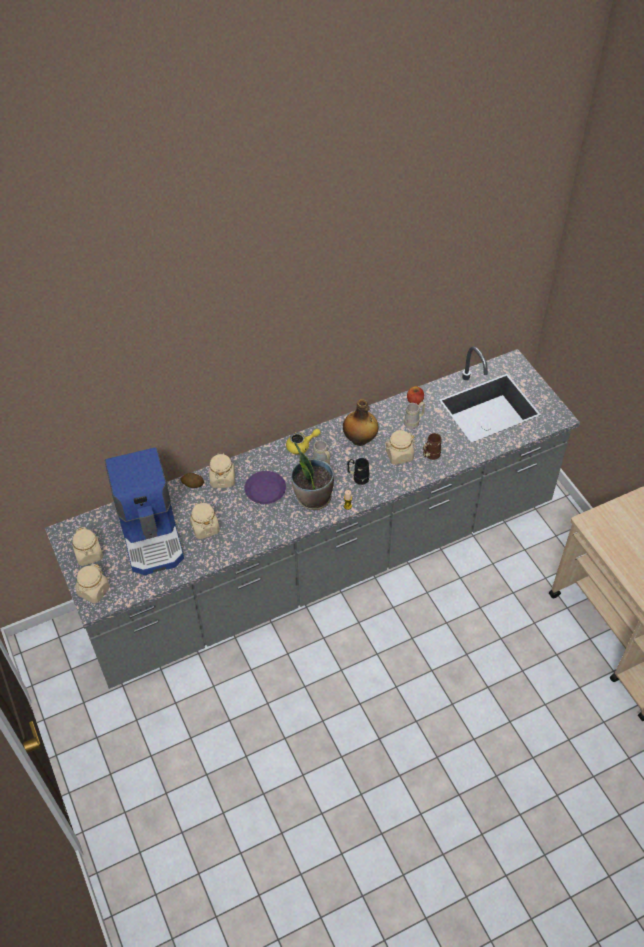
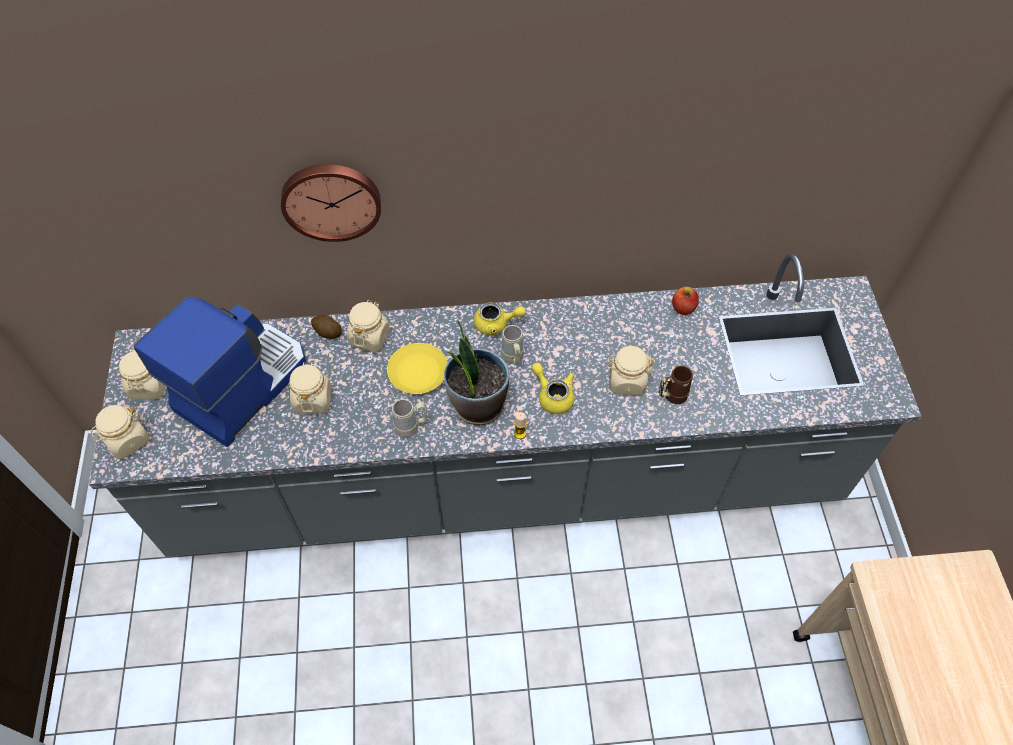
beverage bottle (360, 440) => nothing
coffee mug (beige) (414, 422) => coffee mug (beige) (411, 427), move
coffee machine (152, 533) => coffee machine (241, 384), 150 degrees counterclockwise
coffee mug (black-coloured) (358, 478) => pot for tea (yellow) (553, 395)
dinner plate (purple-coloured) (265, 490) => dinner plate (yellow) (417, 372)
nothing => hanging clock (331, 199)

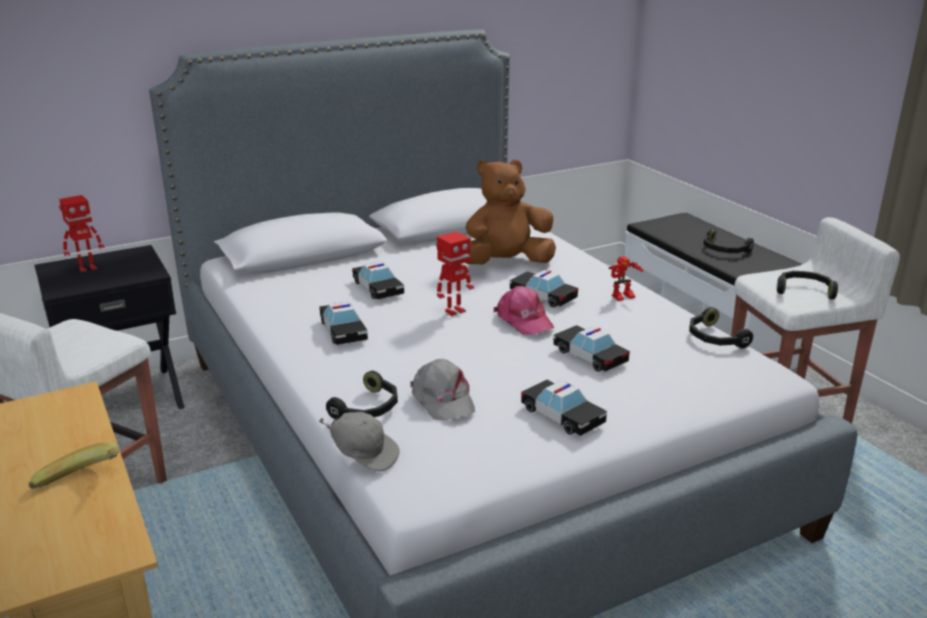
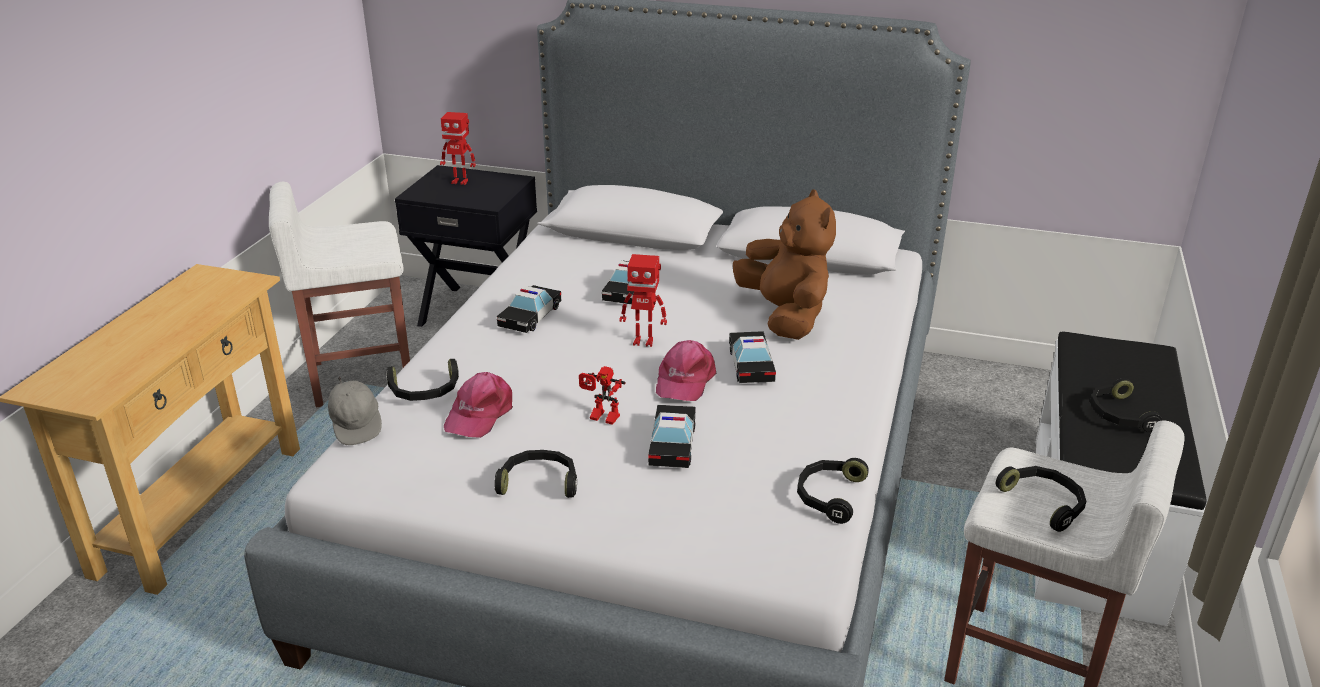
plush toy (brown-coloured) (506, 263) => plush toy (brown-coloured) (785, 316), 45 degrees clockwise
model robot (623, 298) => model robot (601, 418), move
peaked cap (gray) (442, 399) => peaked cap (pink-coloured) (479, 413)
toy car (562, 416) => headset (black-coloured) (539, 482)
banana (83, 484) => nothing

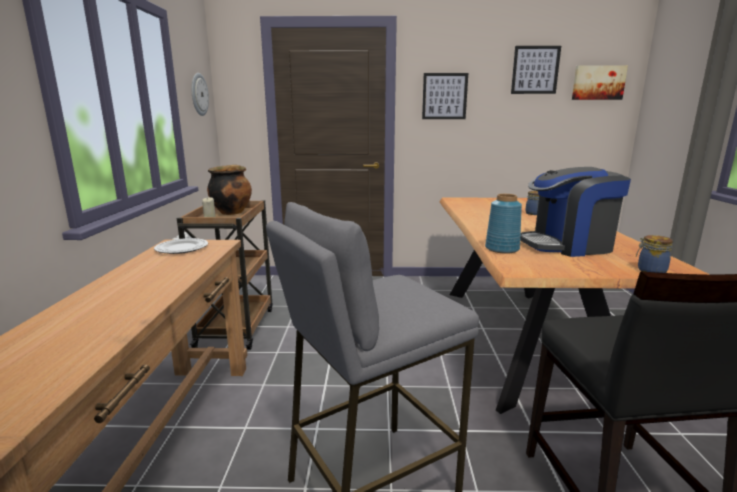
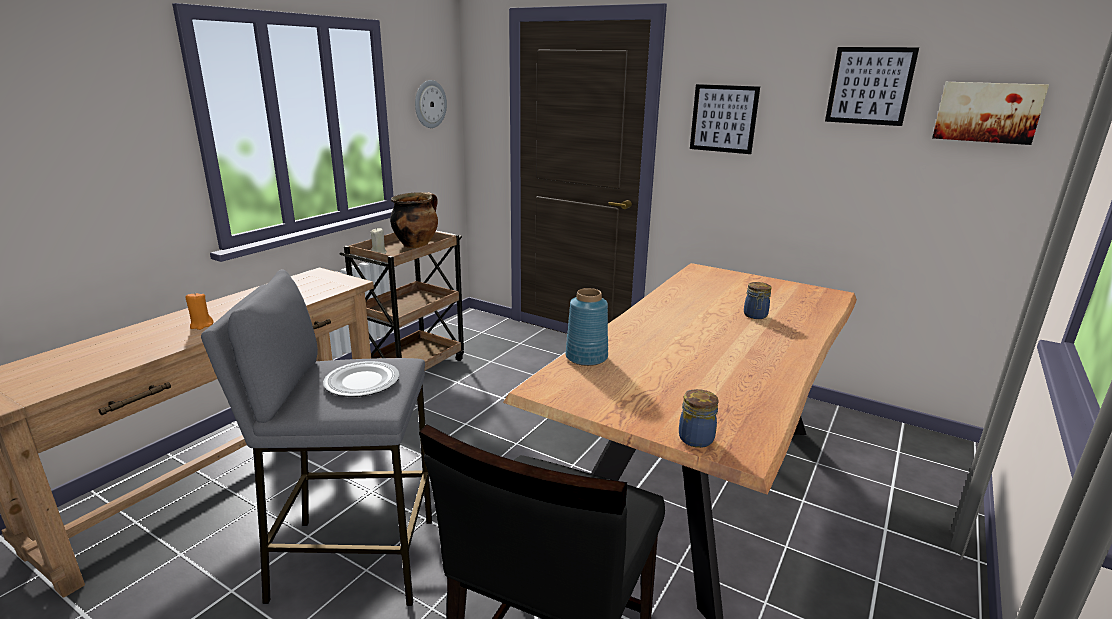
coffee machine (568, 245) => nothing
dinner plate (181, 248) => dinner plate (361, 382), move
nothing => candle (orange) (201, 325)

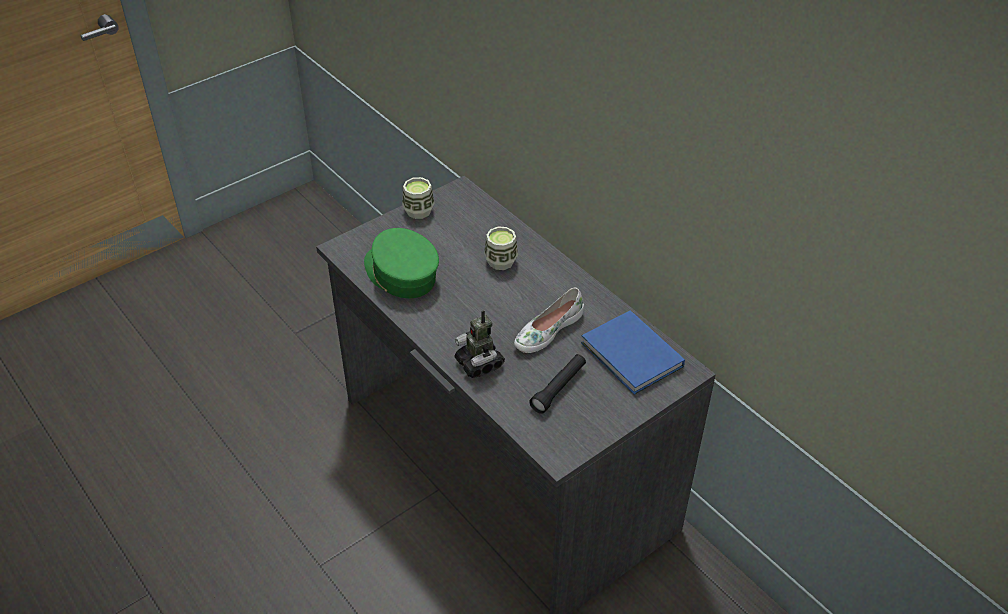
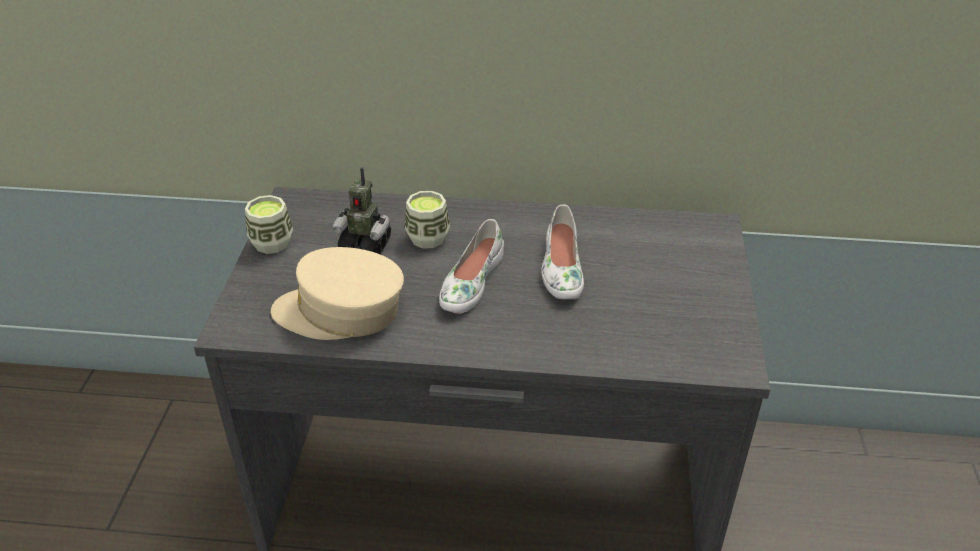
peaked cap (green-coloured) (401, 274) => peaked cap (beige) (341, 312)
model robot (479, 364) => model robot (365, 246), move
book (blue-coloured) (632, 357) => nothing
torch (black-coloured) (558, 388) => nothing
nothing => shoe (white) (470, 281)

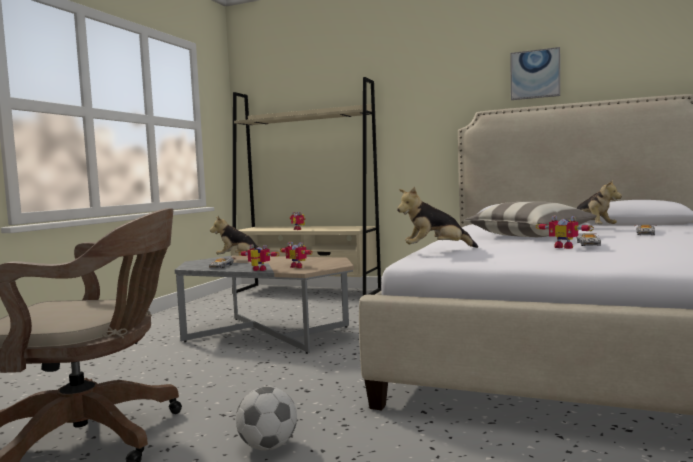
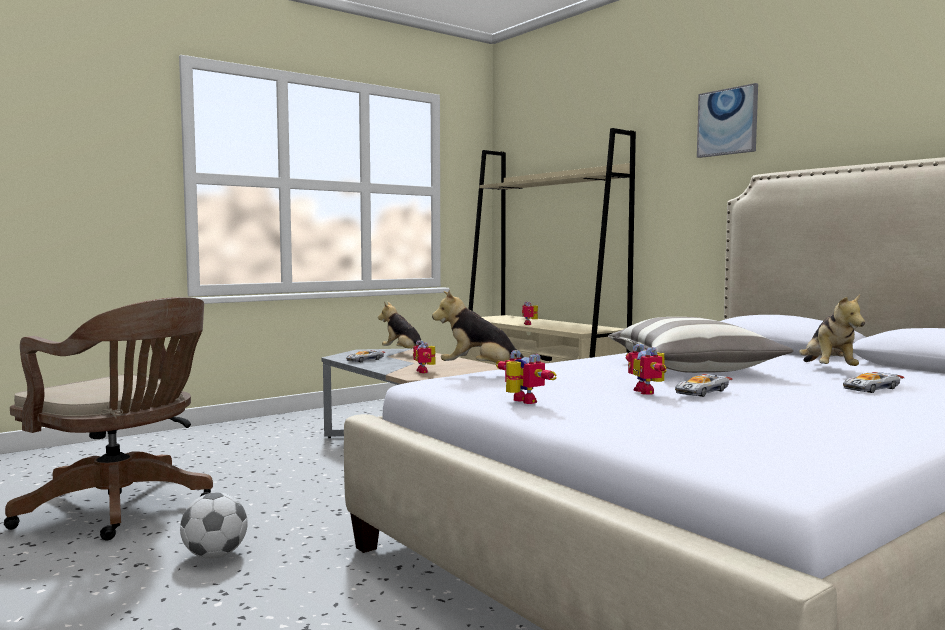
wall art (535, 74) => wall art (727, 122), move
model robot (258, 270) => model robot (520, 402), move

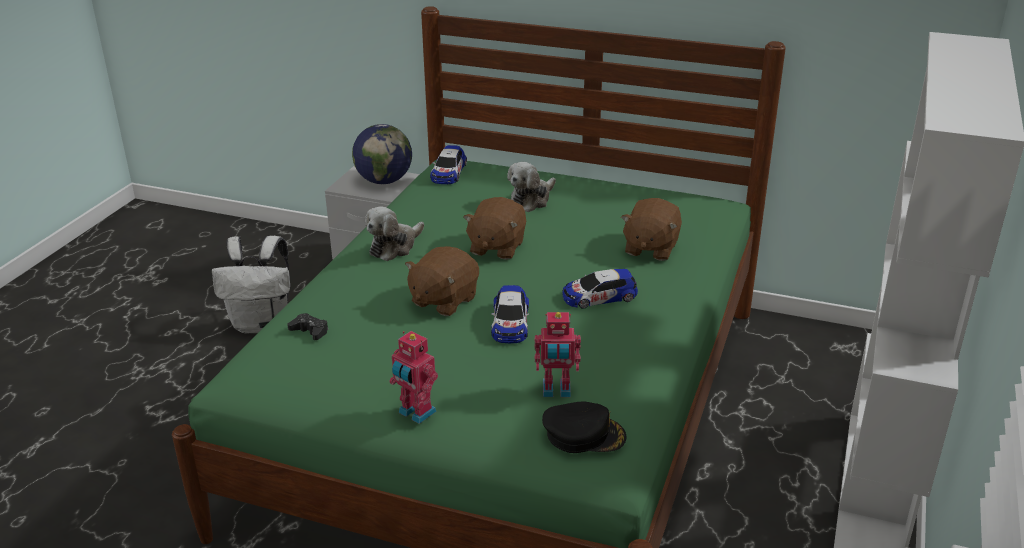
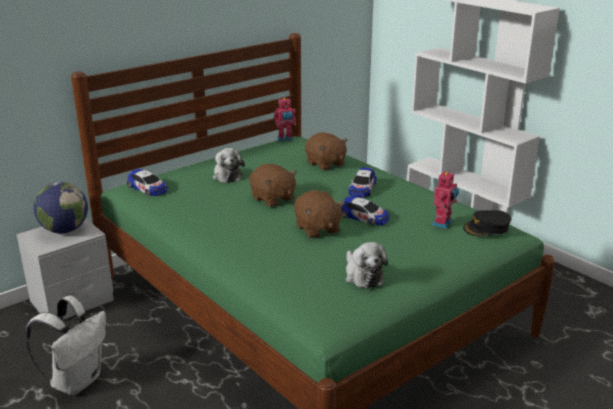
plush toy (394, 247) => plush toy (363, 275), move
game controller (black-coloured) (310, 331) => nothing
model robot (415, 413) => model robot (285, 139), move
peaked cap (black-coloured) (584, 434) => peaked cap (black-coloured) (487, 228), 150 degrees counterclockwise

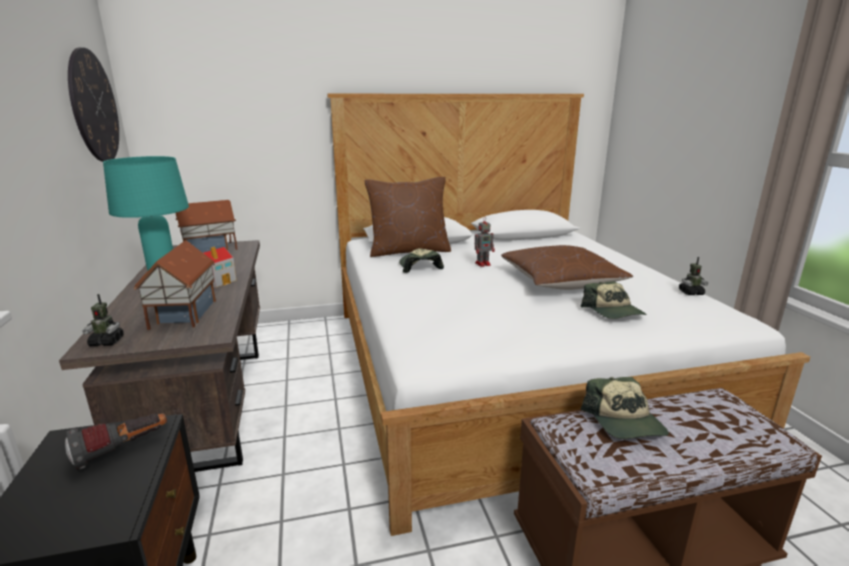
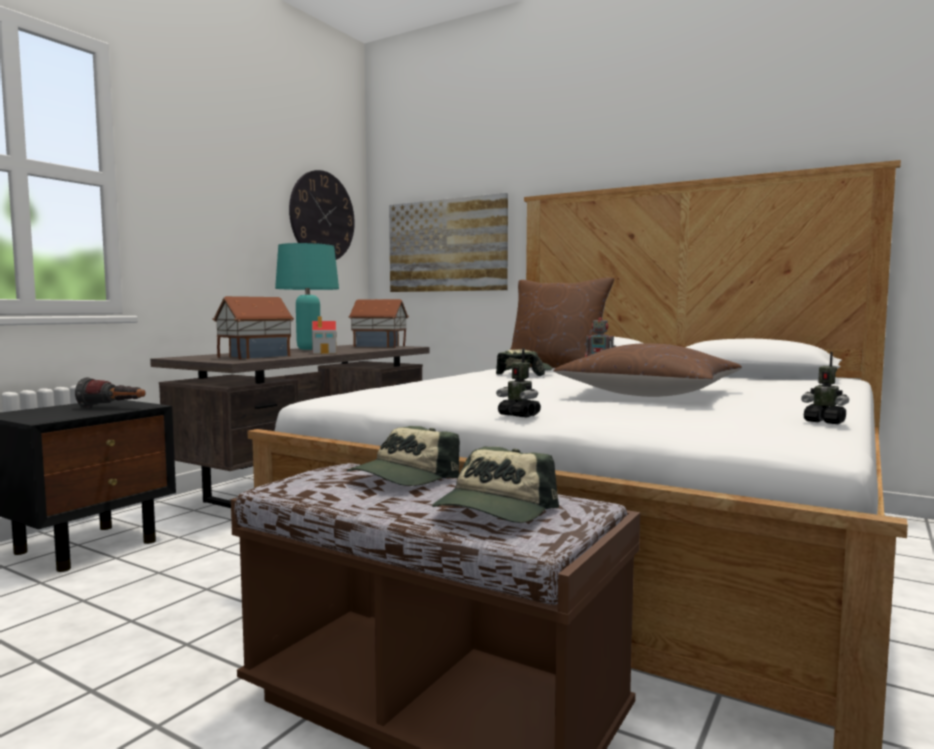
peaked cap (613, 311) => peaked cap (494, 510), move
model robot (107, 342) => model robot (519, 415), move
nothing => wall art (446, 245)

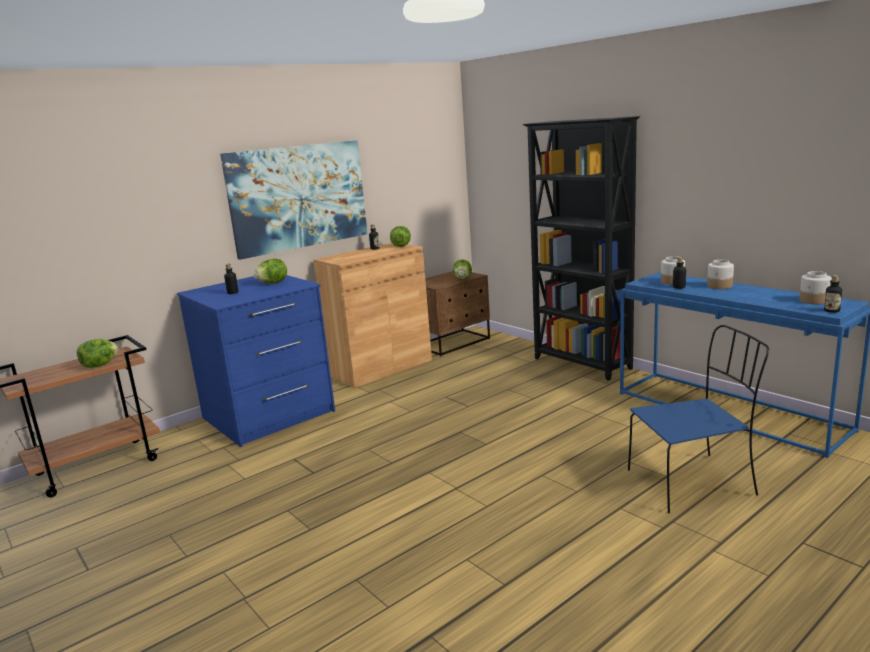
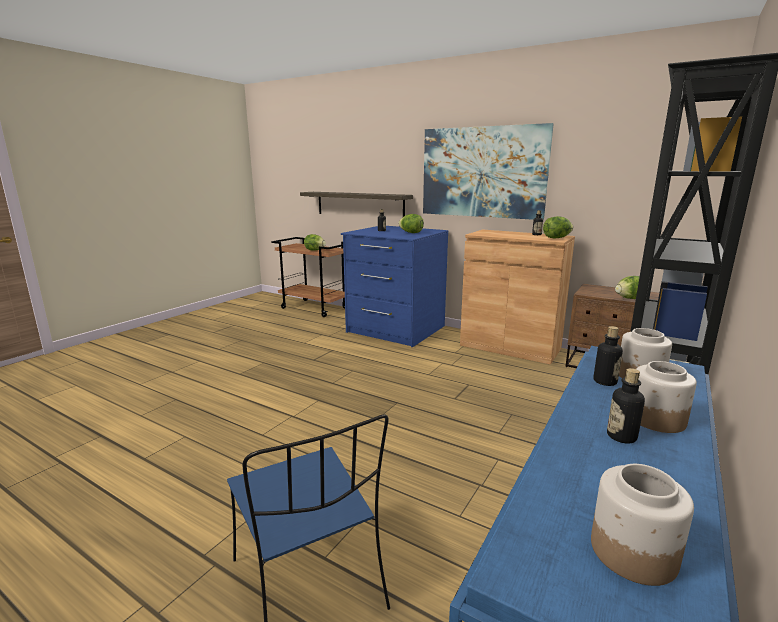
beverage bottle (831, 311) => beverage bottle (621, 436), move
nothing => bracket shelf (359, 204)

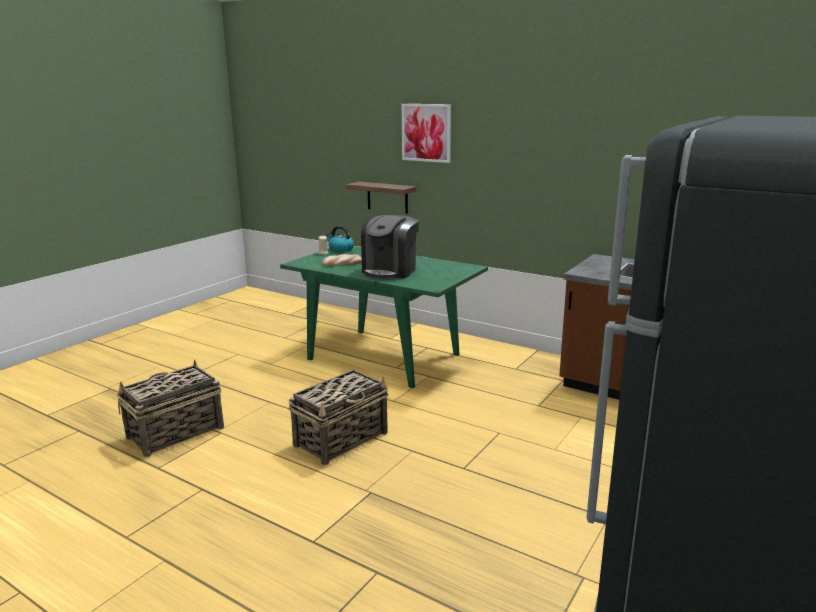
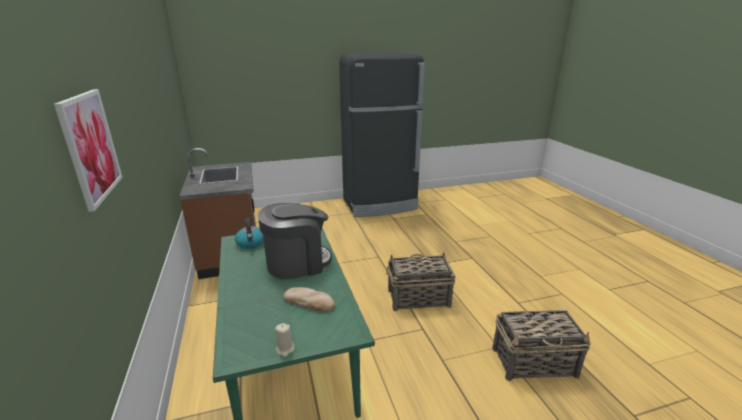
bracket shelf (387, 197) => nothing
kettle (340, 249) => kettle (251, 243), move

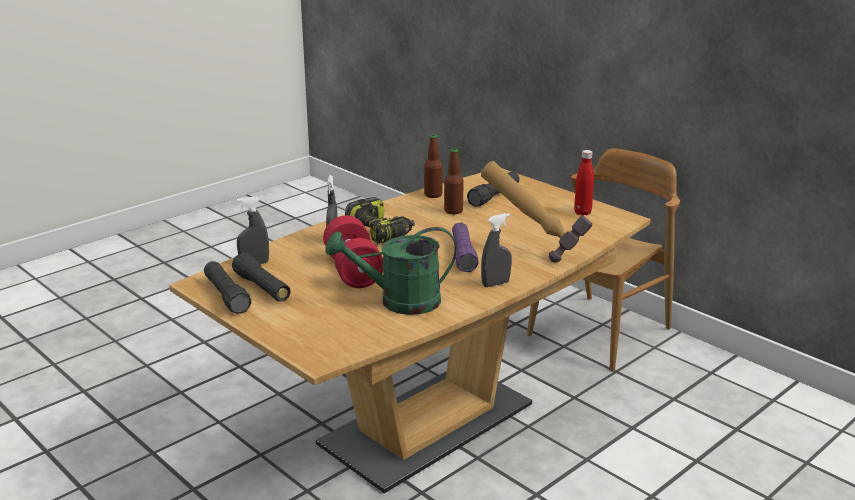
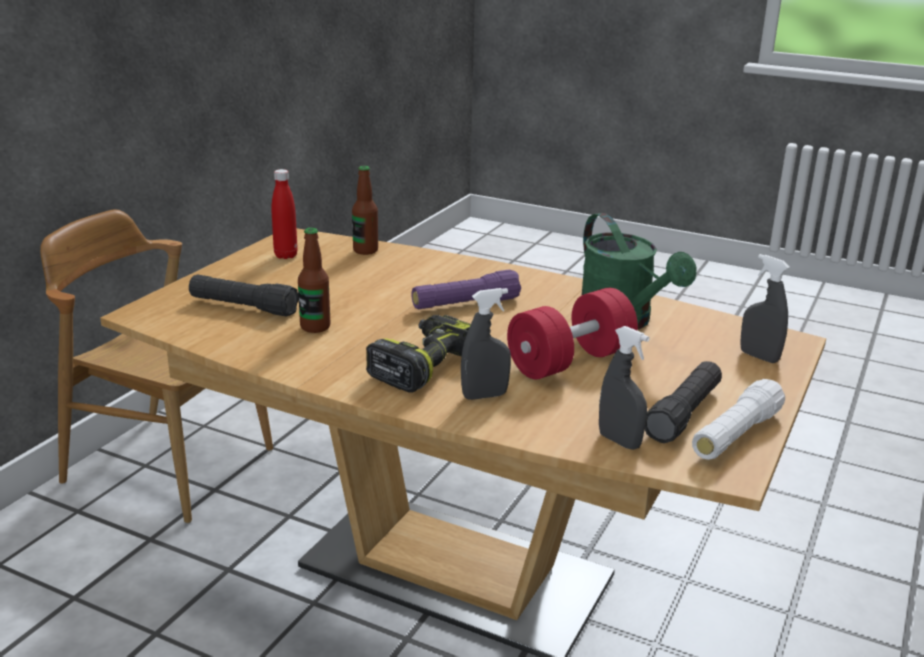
beverage bottle (433, 195) => beverage bottle (365, 250), move
hand hammer (533, 249) => nothing
spray bottle (gray) (495, 284) => spray bottle (gray) (759, 357), move
torch (black-coloured) (226, 296) => torch (white) (735, 435)

